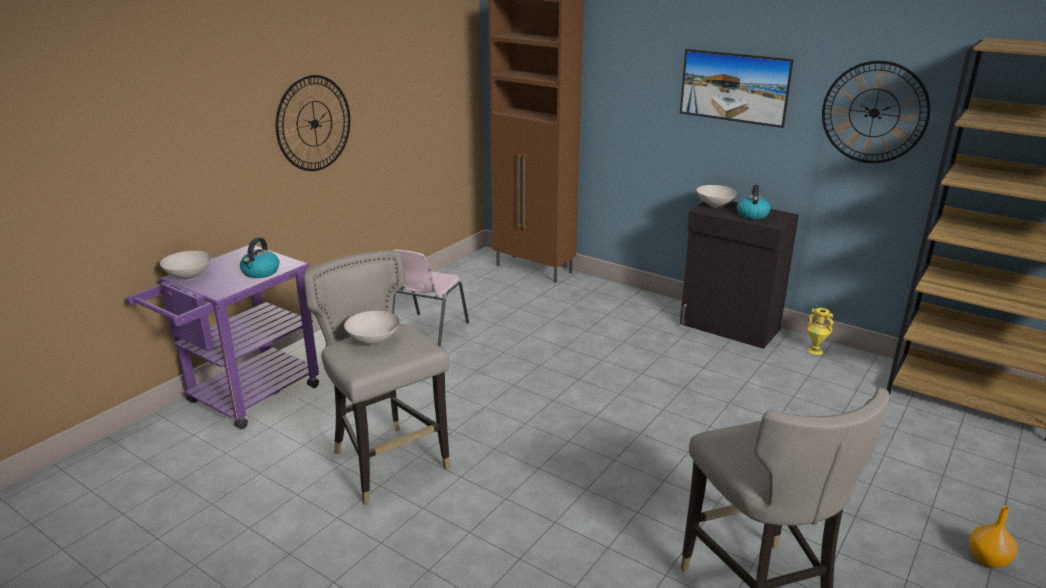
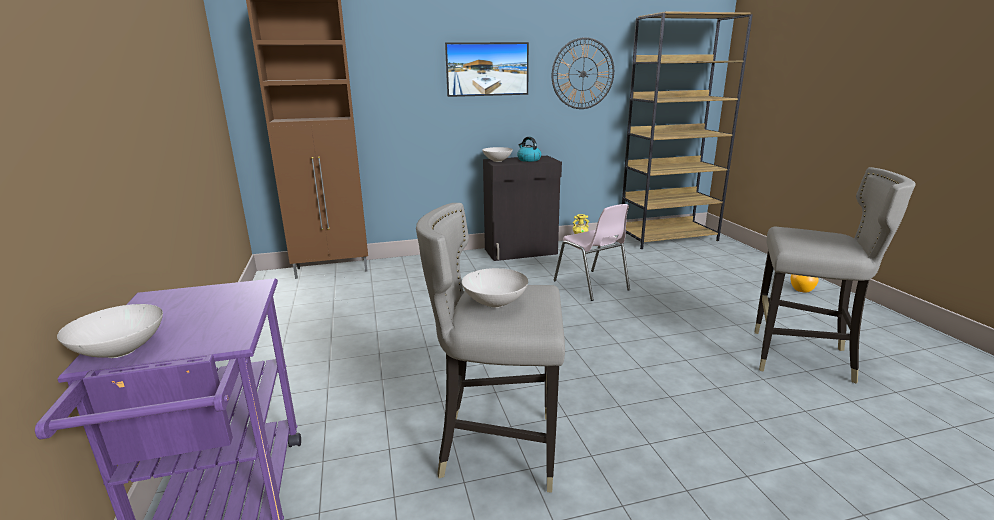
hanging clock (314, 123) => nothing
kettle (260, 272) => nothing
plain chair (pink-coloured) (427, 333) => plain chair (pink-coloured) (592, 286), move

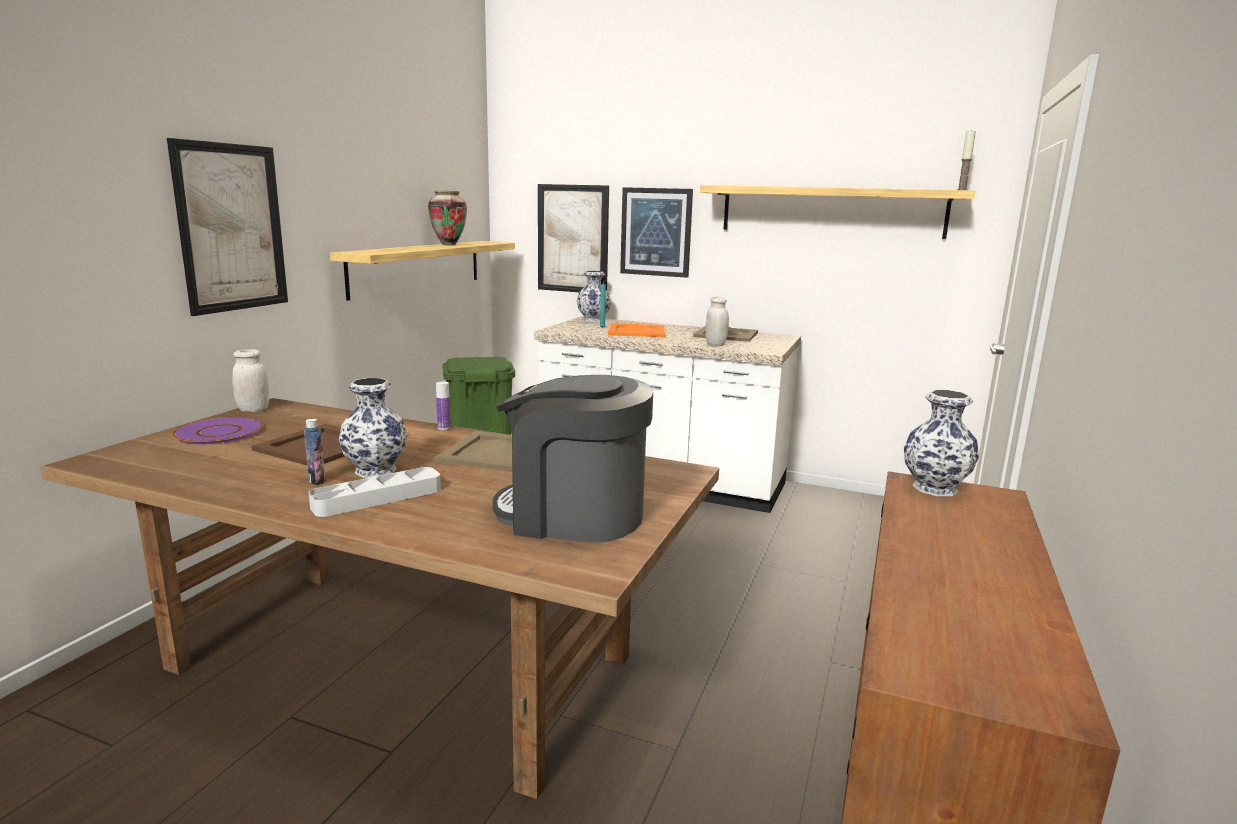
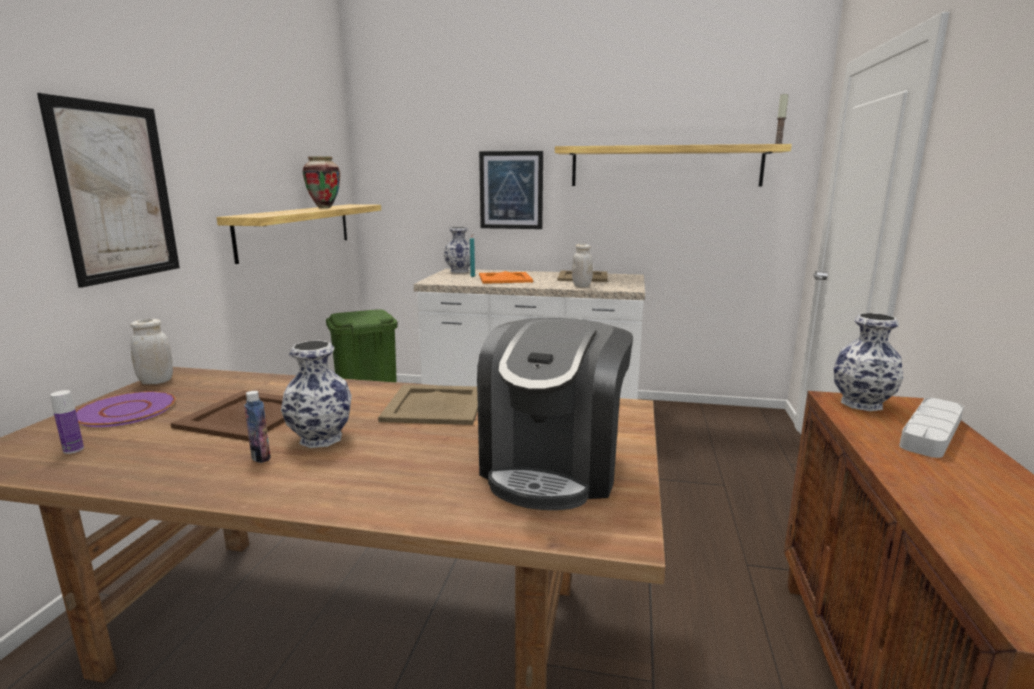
wall art (572, 239) => nothing
coffee machine (573, 514) => coffee machine (553, 467), 75 degrees counterclockwise
beverage bottle (444, 427) => beverage bottle (73, 450), move
serving tray (gray) (377, 498) => serving tray (gray) (931, 432), move

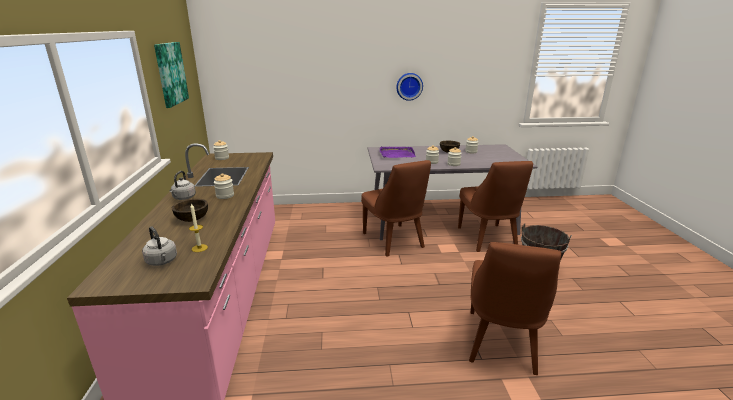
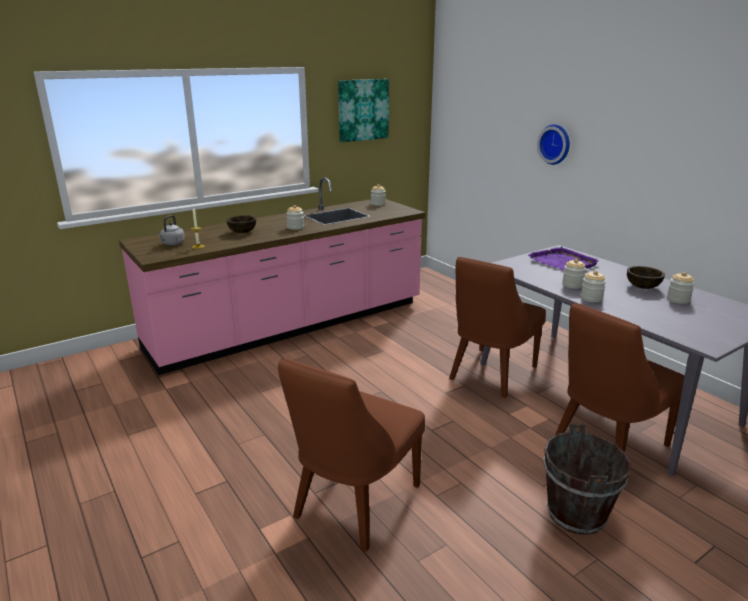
hanging clock (409, 86) => hanging clock (555, 144), move
kettle (gray) (183, 198) => nothing
plain chair (brown-coloured) (501, 344) => plain chair (brown-coloured) (353, 504), 45 degrees counterclockwise

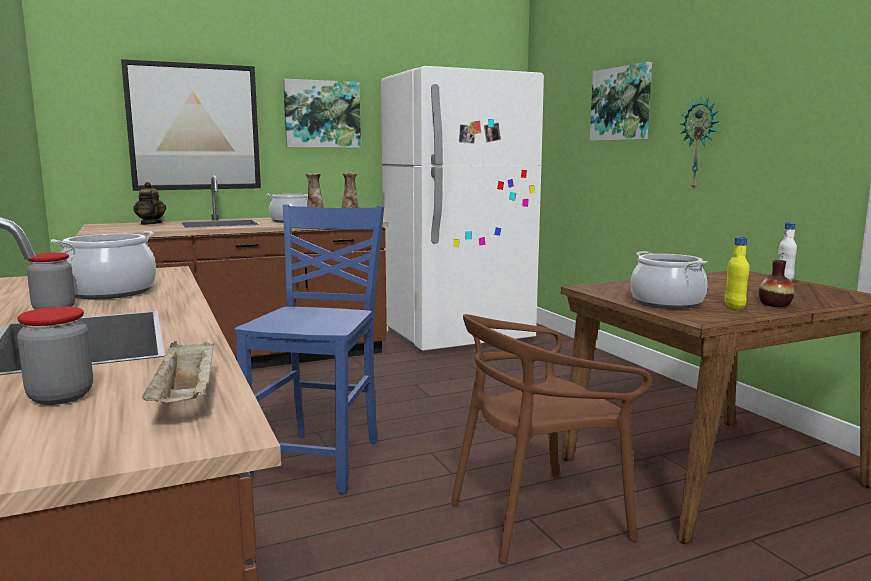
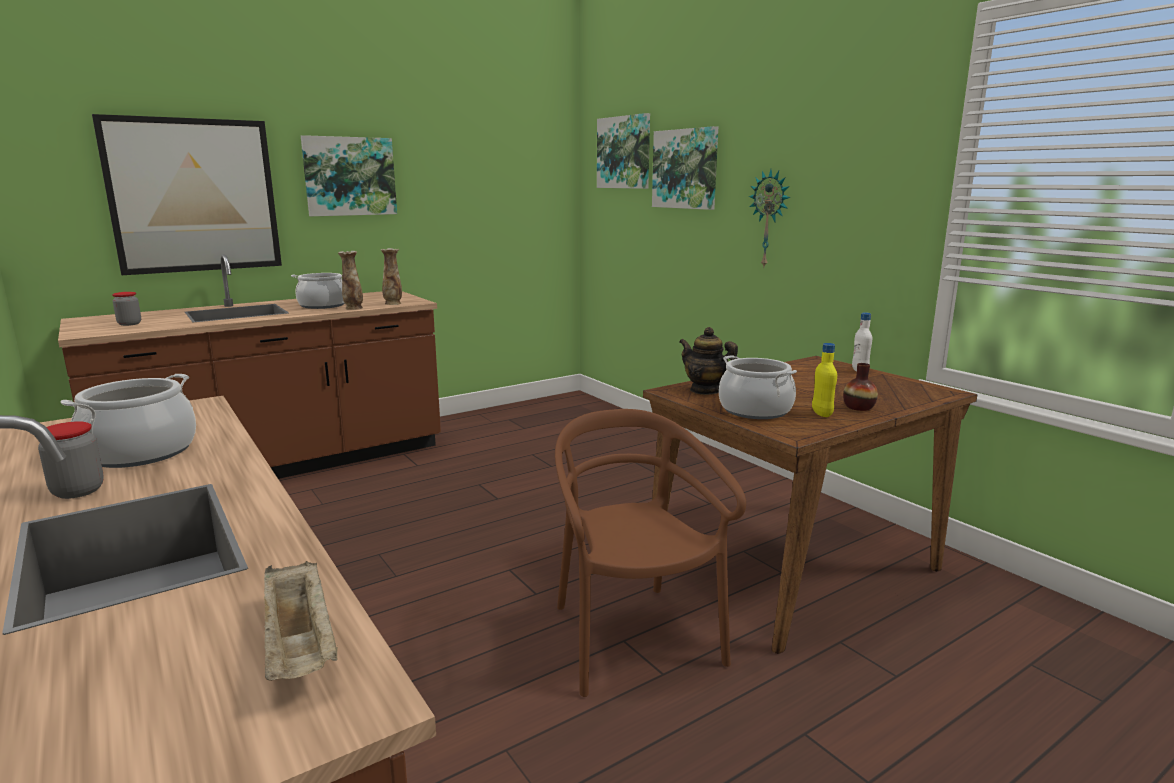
refrigerator (white) (458, 337) => nothing
pot for tea (151, 224) => pot for tea (706, 390), move
plain chair (blue-coloured) (319, 460) => nothing
preserve jar (61, 397) => preserve jar (129, 324), move
plain chair (brown-coloured) (538, 517) => plain chair (brown-coloured) (632, 638), 105 degrees clockwise
nothing => wall art (624, 152)

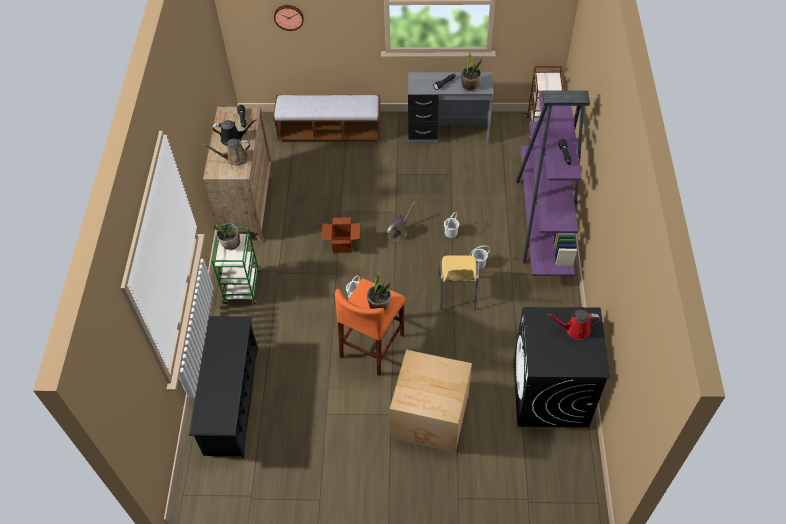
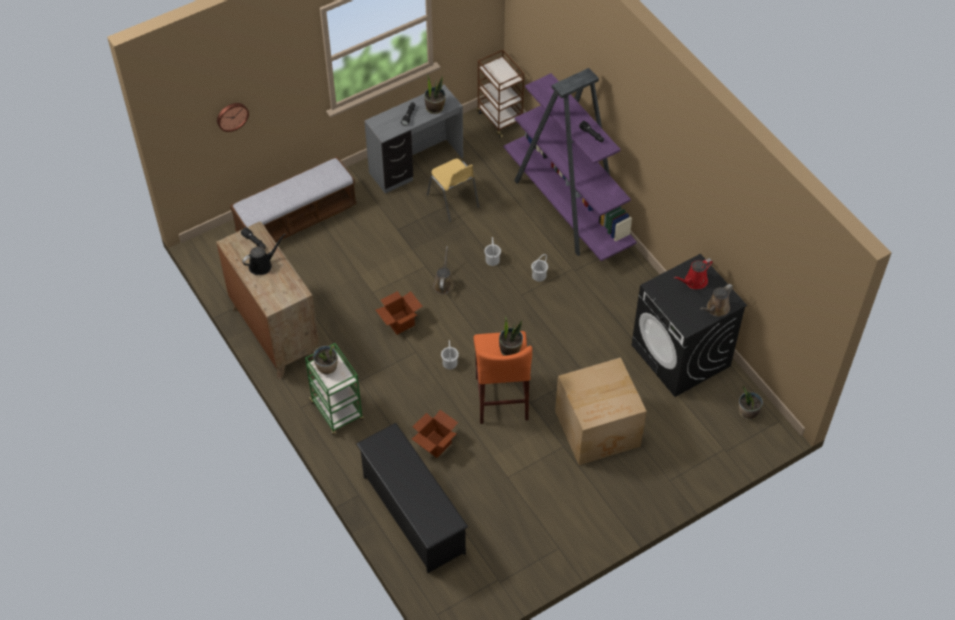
watering can (brown-coloured) (234, 158) => watering can (brown-coloured) (716, 309), move
plain chair (yellow) (457, 293) => plain chair (yellow) (453, 201), move
nothing => plant in a pot (748, 412)
nothing => packing box (435, 444)

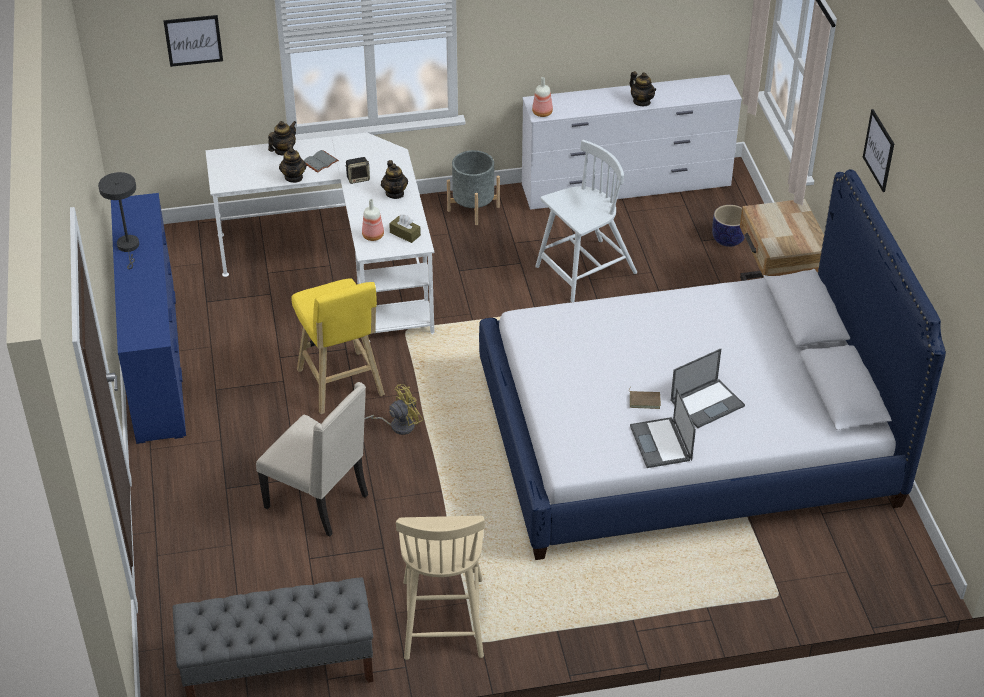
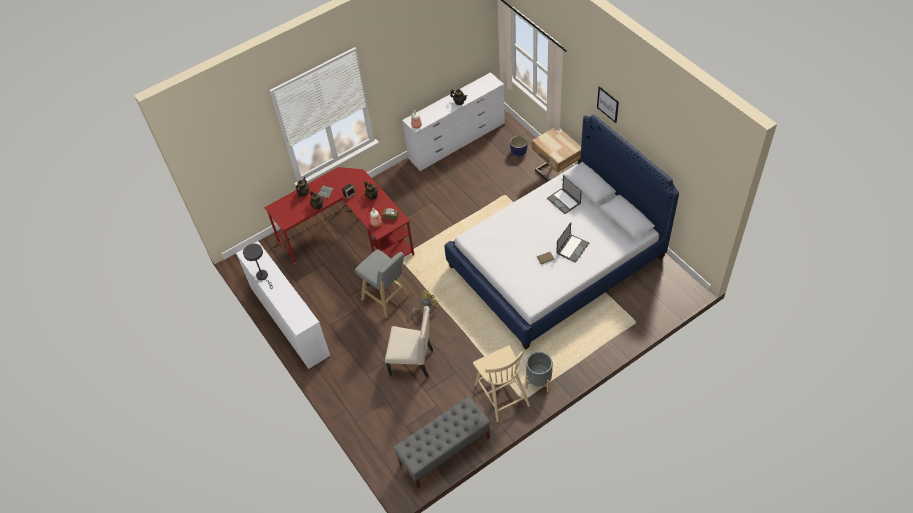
wall art (193, 40) => nothing
desk table (white) (342, 266) => desk table (red-coloured) (349, 235)
plain chair (white) (584, 271) => nothing
planter (gray) (473, 208) => planter (gray) (538, 380), move
chest of drawers (blue-coloured) (156, 359) => chest of drawers (white) (290, 321)
sitting stool (yellow) (341, 385) => sitting stool (gray) (387, 299)
portable computer (661, 443) => portable computer (564, 201), move

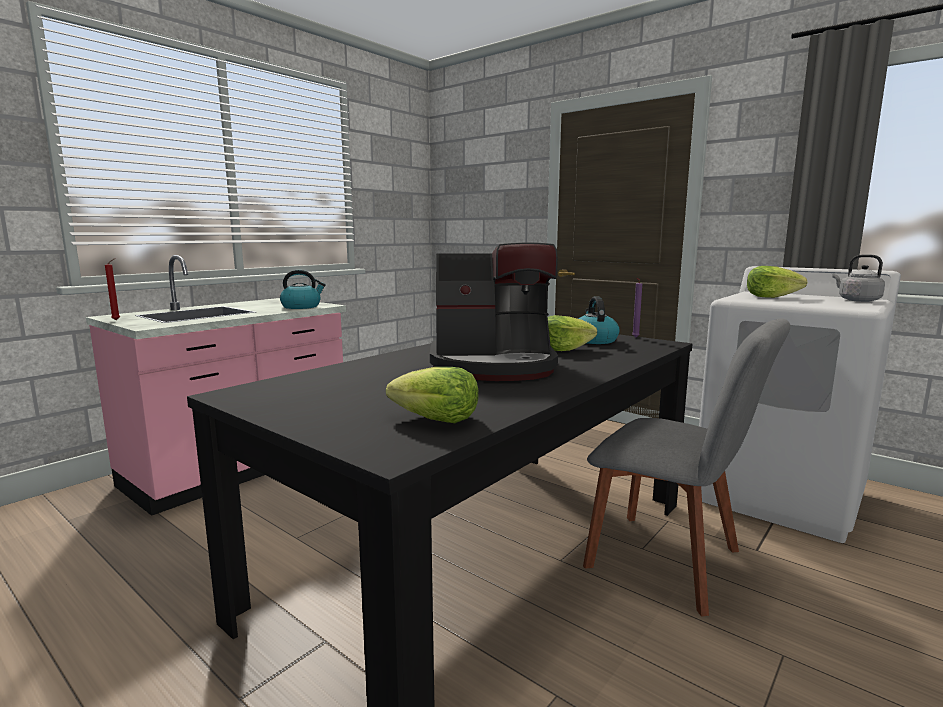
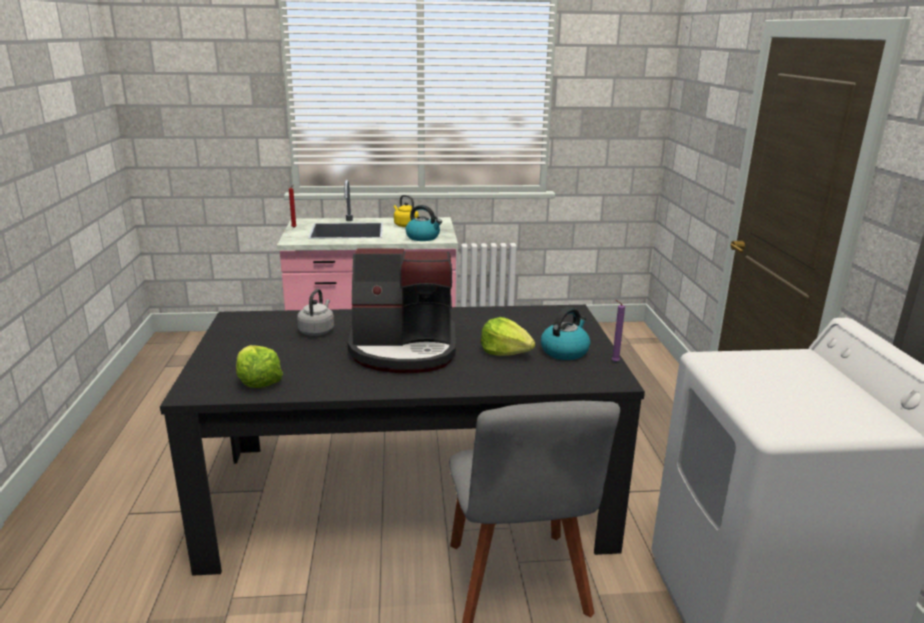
coffee machine (493, 366) => coffee machine (404, 350), 45 degrees counterclockwise
kettle (gray) (856, 300) => kettle (gray) (317, 331), move
lettuce (771, 297) => nothing
nothing => kettle (yellow) (405, 225)

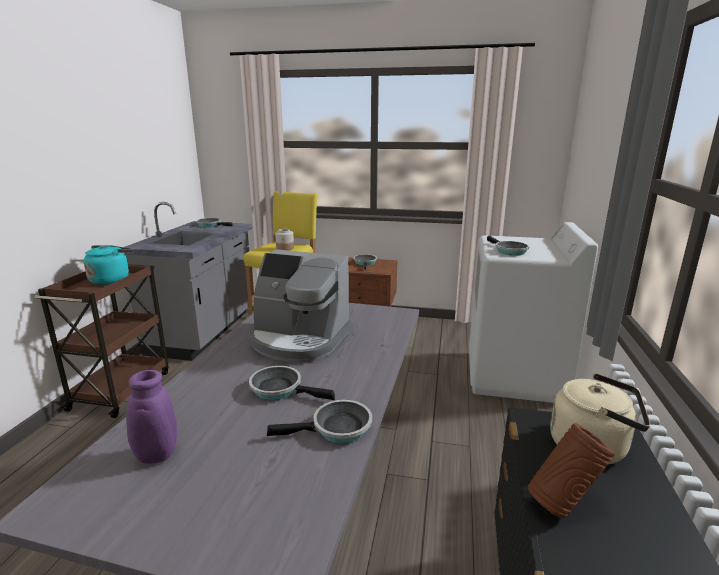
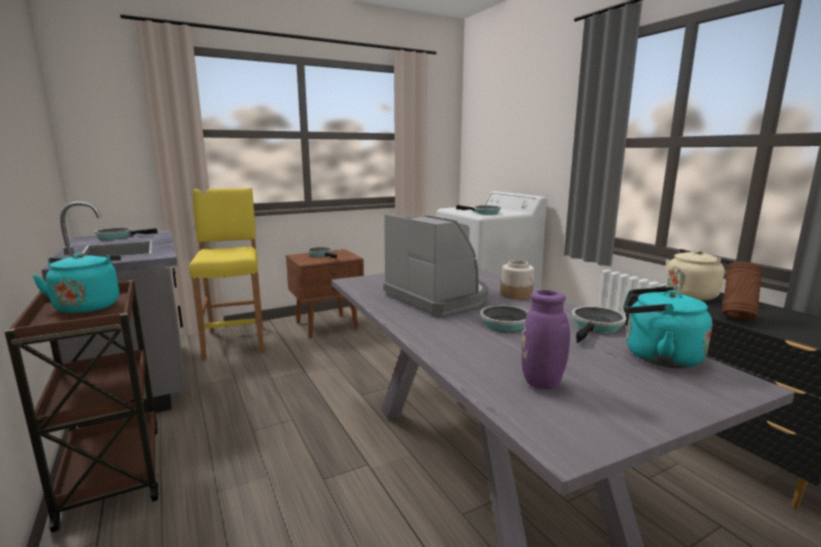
preserve jar (285, 248) => preserve jar (516, 295), move
coffee machine (298, 339) => coffee machine (438, 297), 105 degrees counterclockwise
nothing => kettle (turquoise-coloured) (656, 356)

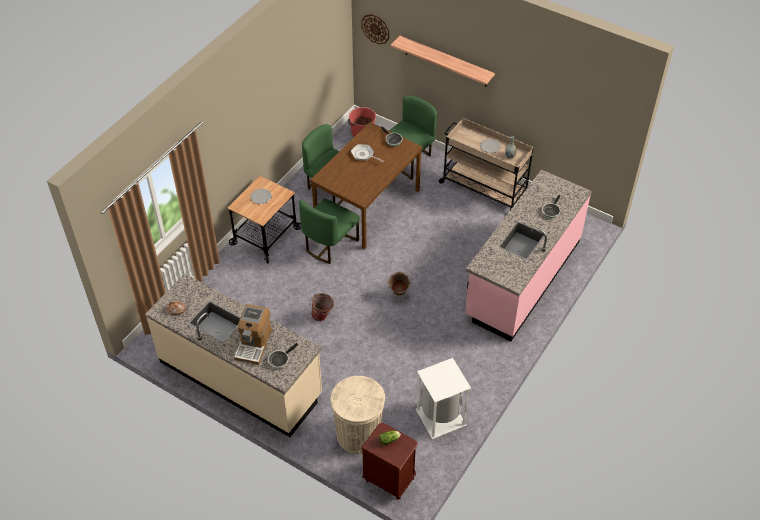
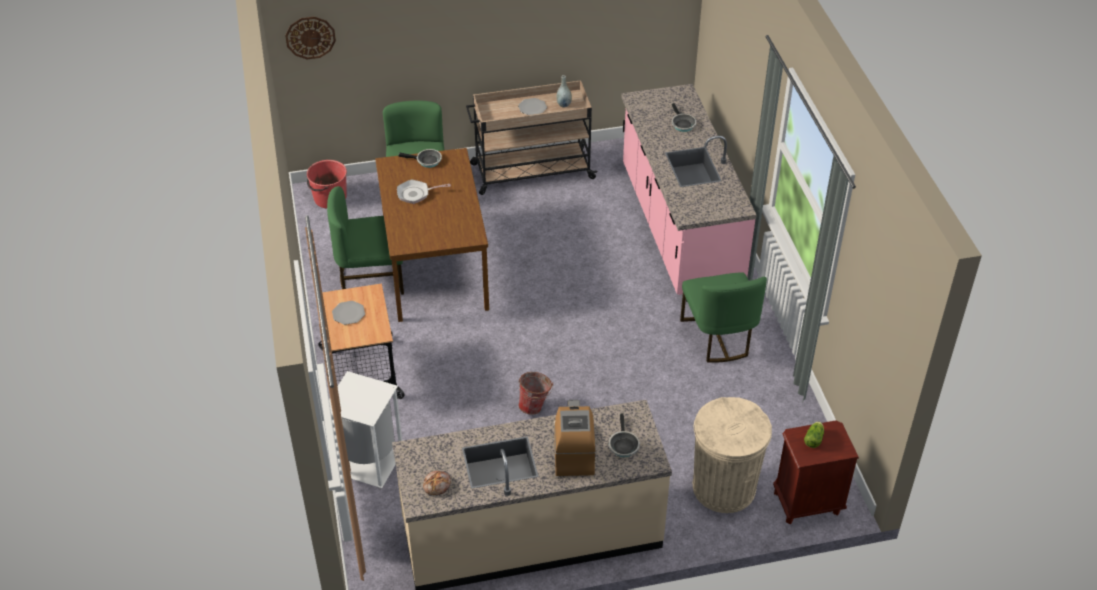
bracket shelf (446, 61) => nothing
plain chair (green-coloured) (329, 244) => plain chair (green-coloured) (718, 337), move
bucket (green-coloured) (399, 294) => nothing
coffee machine (253, 343) => coffee machine (573, 451), 150 degrees counterclockwise
trash can (white) (441, 416) => trash can (white) (368, 459), move

